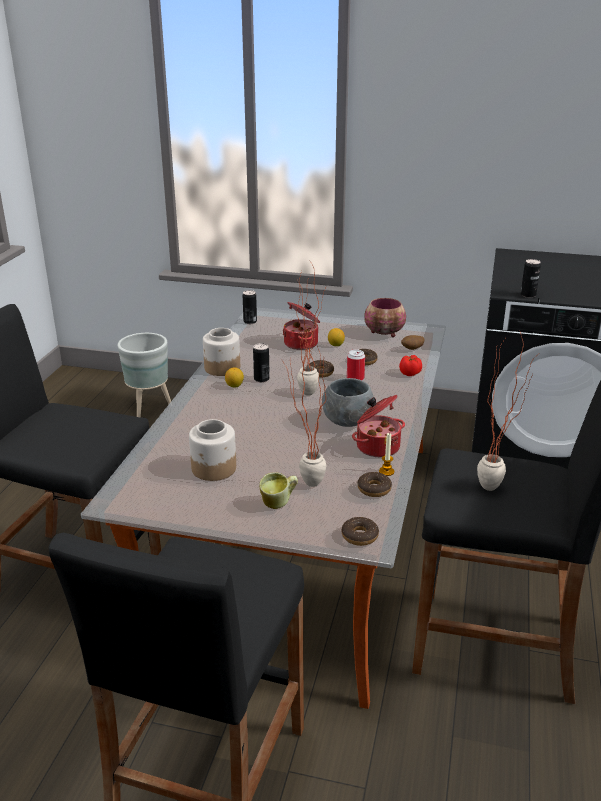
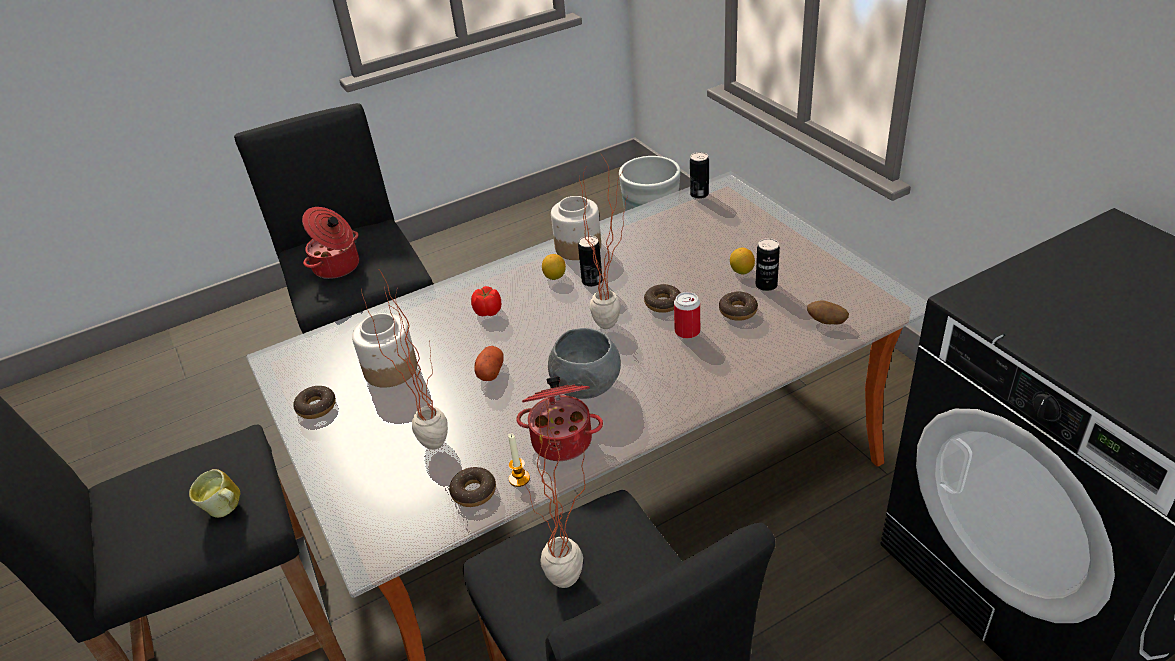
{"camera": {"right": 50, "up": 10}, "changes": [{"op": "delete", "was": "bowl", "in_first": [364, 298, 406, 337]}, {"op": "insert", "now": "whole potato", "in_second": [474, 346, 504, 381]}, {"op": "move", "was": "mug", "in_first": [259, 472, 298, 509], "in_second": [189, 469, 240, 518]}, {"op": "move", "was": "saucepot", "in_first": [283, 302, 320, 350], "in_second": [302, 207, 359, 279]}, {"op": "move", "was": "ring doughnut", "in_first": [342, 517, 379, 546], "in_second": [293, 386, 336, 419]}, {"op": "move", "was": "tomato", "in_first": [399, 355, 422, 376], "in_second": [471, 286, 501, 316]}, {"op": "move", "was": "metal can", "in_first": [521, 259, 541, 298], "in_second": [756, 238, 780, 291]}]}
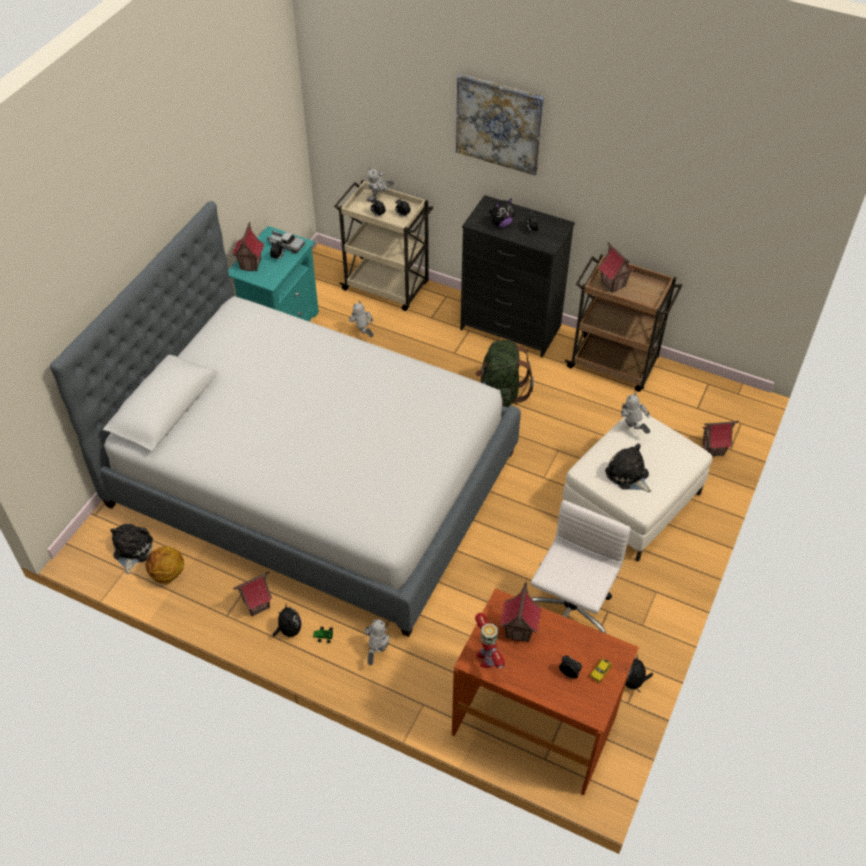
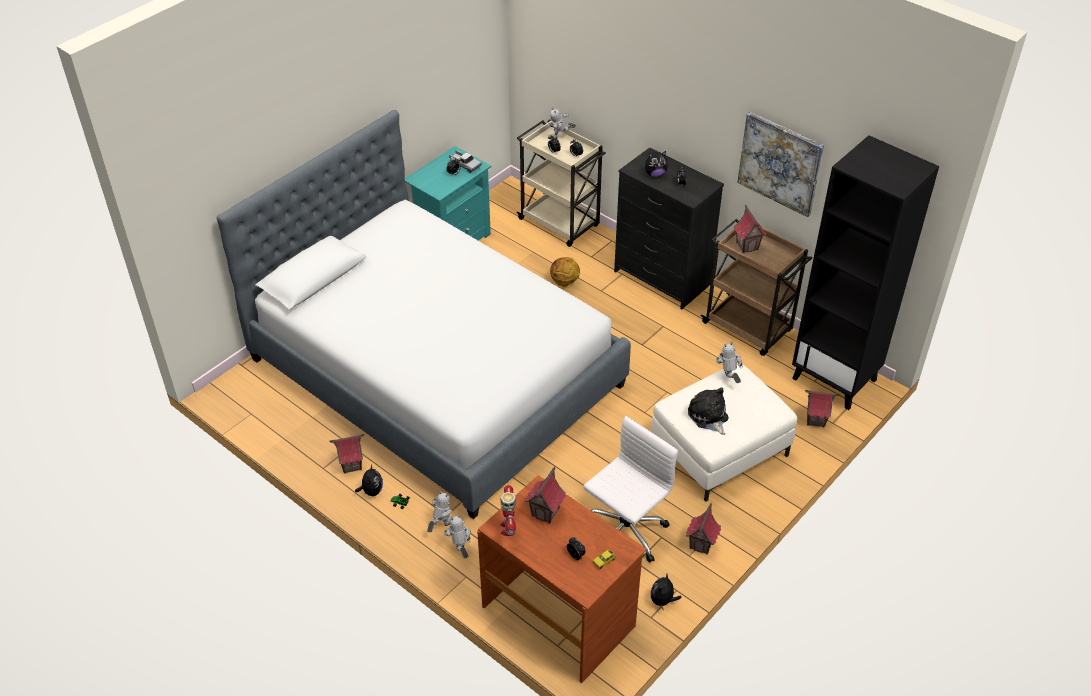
{"camera": {"right": 15, "up": -5}, "changes": [{"op": "delete", "was": "cuddly toy", "in_first": [110, 523, 153, 574]}, {"op": "delete", "was": "green-coloured backpack", "in_first": [476, 340, 534, 407]}, {"op": "insert", "now": "blackish bookcase", "in_second": [792, 135, 939, 410]}, {"op": "move", "was": "basketball ball", "in_first": [146, 546, 184, 584], "in_second": [550, 257, 580, 287]}, {"op": "move", "was": "model house", "in_first": [232, 222, 264, 272], "in_second": [686, 503, 721, 554]}, {"op": "move", "was": "robot figure", "in_first": [349, 301, 374, 337], "in_second": [444, 515, 471, 558]}, {"op": "move", "was": "wall picture", "in_first": [456, 74, 544, 176], "in_second": [737, 112, 824, 217]}]}
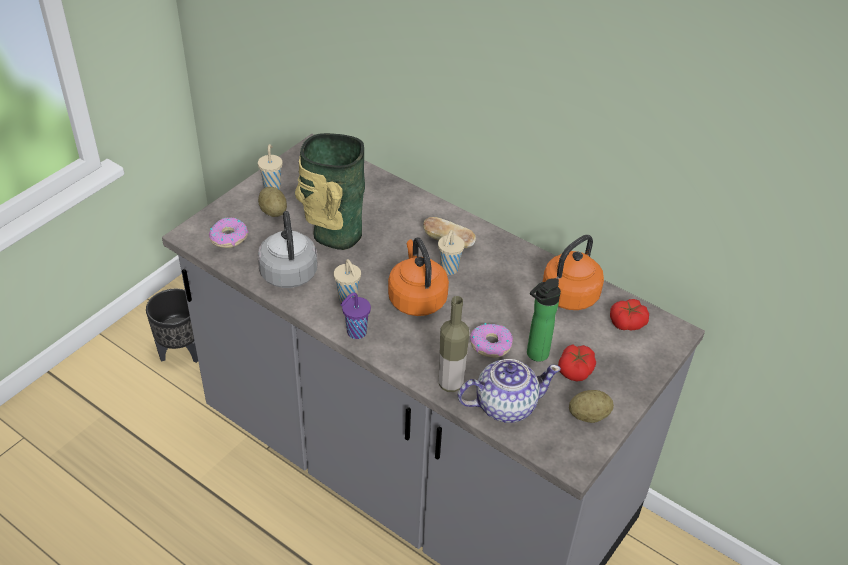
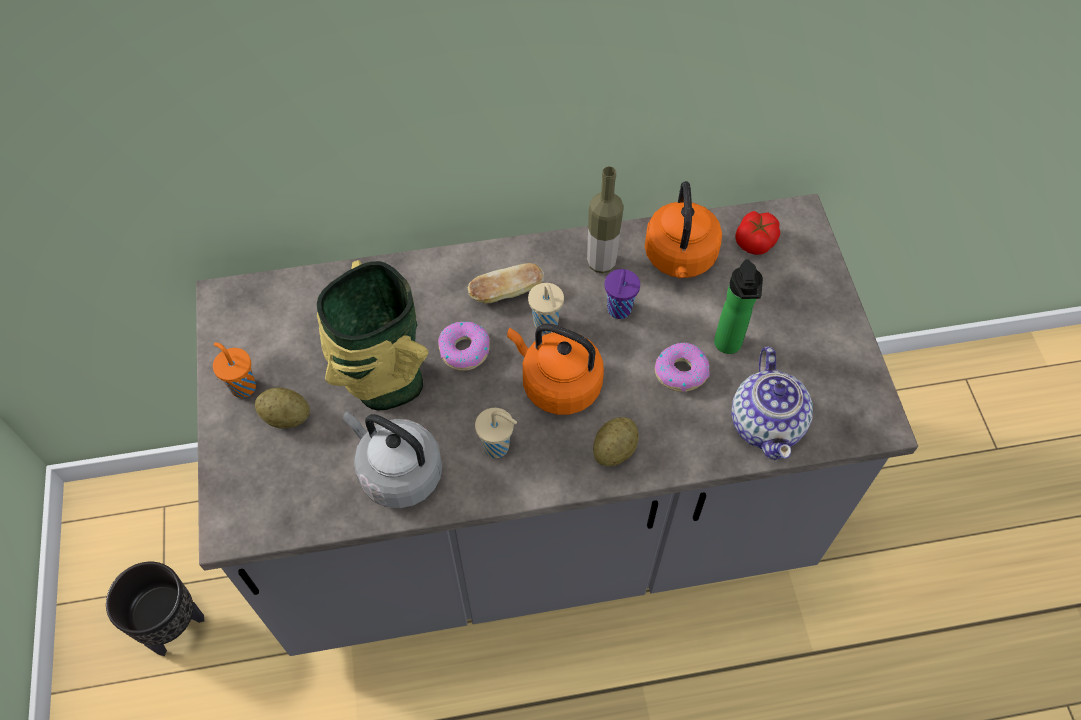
{"camera": {"right": -45, "up": 15}, "changes": [{"op": "delete", "was": "tomato", "in_first": [558, 344, 596, 381]}, {"op": "move", "was": "ring doughnut", "in_first": [209, 218, 249, 248], "in_second": [438, 321, 490, 371]}, {"op": "move", "was": "purple cup", "in_first": [340, 293, 371, 339], "in_second": [605, 269, 640, 319]}, {"op": "move", "was": "drink bottle", "in_first": [439, 296, 469, 392], "in_second": [587, 166, 624, 273]}, {"op": "move", "was": "whole potato", "in_first": [569, 390, 614, 423], "in_second": [593, 417, 639, 466]}, {"op": "recolor", "was": "beige-coloured cup", "now": "orangey cup", "in_first": [258, 144, 282, 189], "in_second": [213, 342, 256, 398]}, {"op": "rotate", "was": "pot for tea", "in_first": [457, 359, 561, 423], "in_second": [731, 347, 813, 460], "clockwise": 150}]}
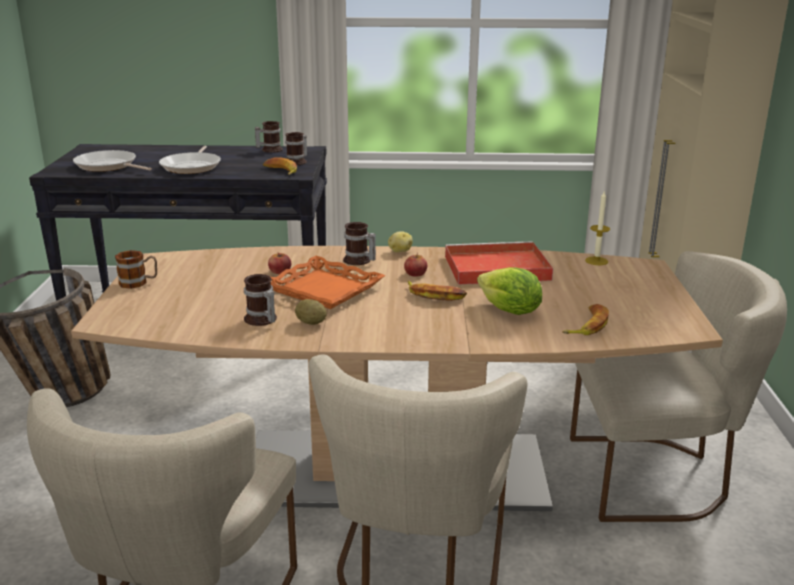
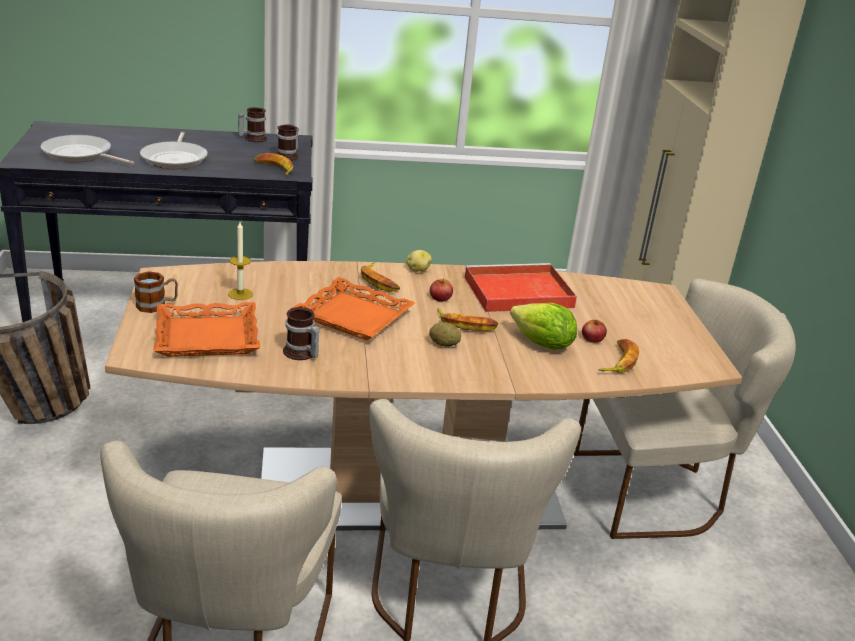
{"camera": {"right": -10, "up": 5}, "changes": [{"op": "insert", "now": "orangey serving tray", "in_second": [153, 302, 260, 357]}, {"op": "move", "was": "apple", "in_first": [268, 252, 291, 274], "in_second": [582, 320, 607, 343]}, {"op": "move", "was": "whole potato", "in_first": [295, 299, 327, 325], "in_second": [429, 322, 461, 347]}, {"op": "move", "was": "wax candle", "in_first": [585, 190, 610, 265], "in_second": [228, 222, 253, 300]}, {"op": "replace", "was": "mug", "now": "whole banana", "in_first": [343, 222, 376, 265], "in_second": [361, 262, 400, 292]}]}
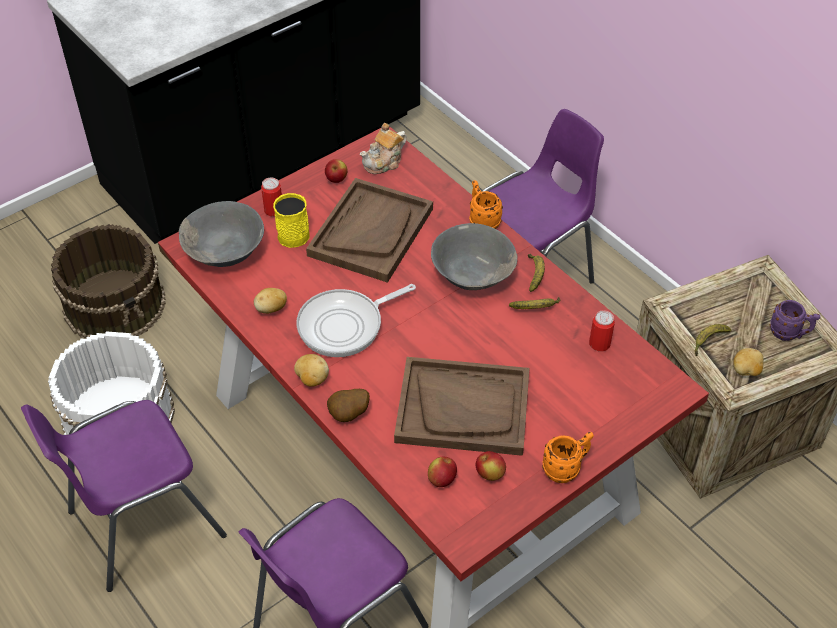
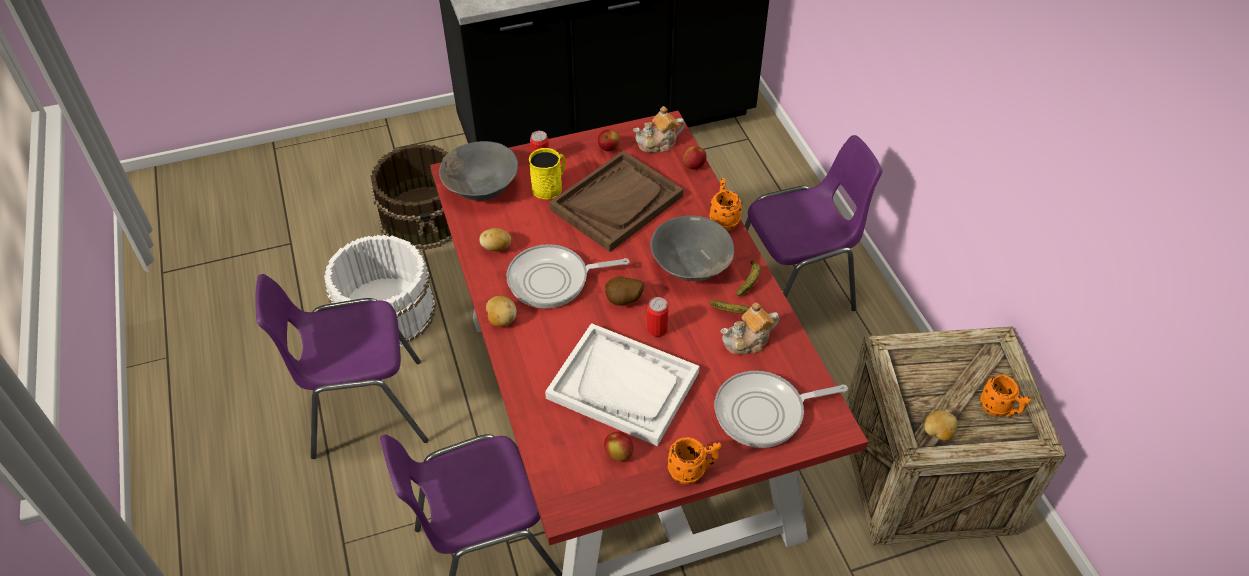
{"camera": {"right": 20, "up": 0}, "changes": [{"op": "delete", "was": "whole banana", "in_first": [695, 324, 732, 356]}, {"op": "insert", "now": "pan", "in_second": [715, 371, 848, 448]}, {"op": "insert", "now": "pot for tea", "in_second": [720, 302, 779, 355]}, {"op": "move", "was": "whole potato", "in_first": [327, 389, 370, 422], "in_second": [605, 276, 644, 306]}, {"op": "move", "was": "apple", "in_first": [428, 457, 457, 487], "in_second": [683, 146, 707, 170]}, {"op": "move", "was": "metal can", "in_first": [589, 310, 615, 351], "in_second": [647, 297, 669, 337]}, {"op": "recolor", "was": "brown-coloured serving tray", "now": "whitish serving tray", "in_first": [394, 357, 529, 456], "in_second": [545, 323, 699, 446]}, {"op": "recolor", "was": "purple mug", "now": "orangey mug", "in_first": [770, 300, 820, 341], "in_second": [980, 375, 1031, 418]}]}
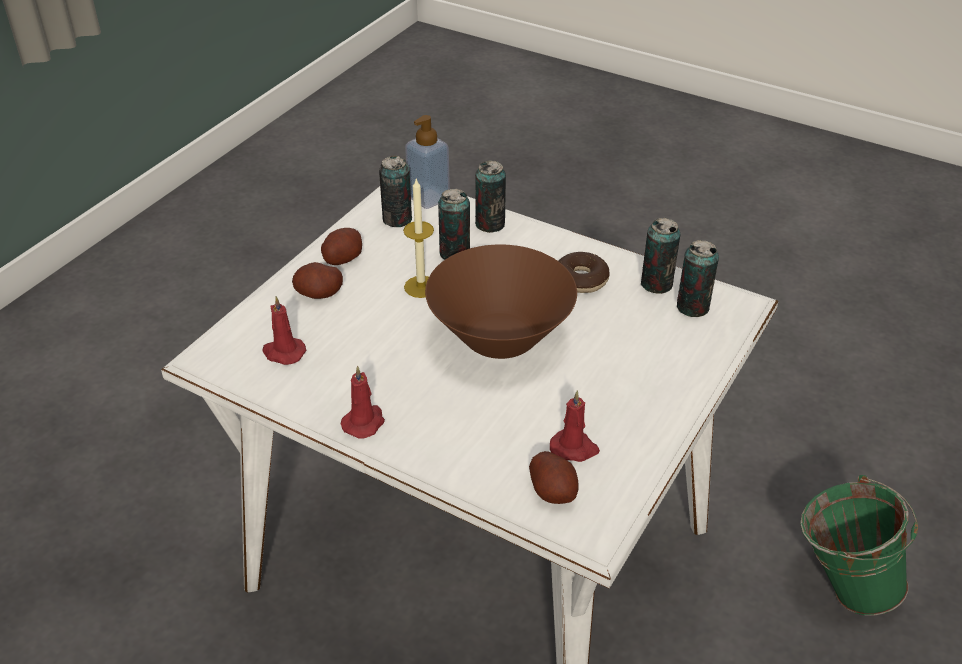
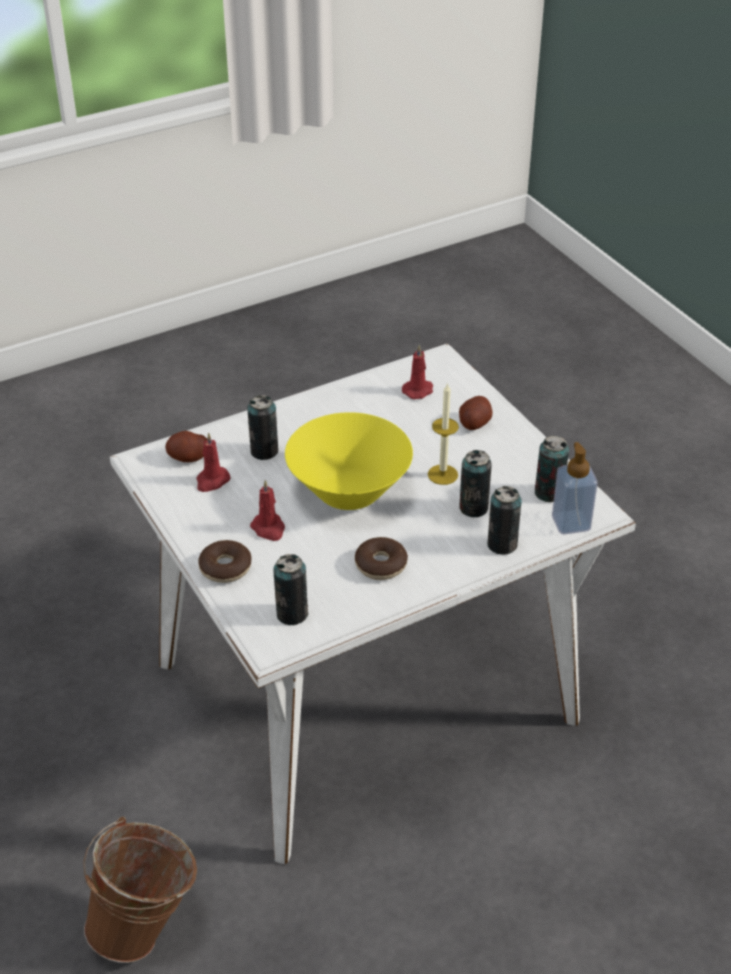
{"camera": {"right": 120, "up": 0}, "changes": [{"op": "delete", "was": "whole potato", "in_first": [321, 228, 362, 265]}, {"op": "insert", "now": "ring doughnut", "in_second": [198, 540, 252, 583]}, {"op": "move", "was": "red wax candle", "in_first": [341, 366, 385, 439], "in_second": [250, 480, 285, 541]}, {"op": "move", "was": "metal can", "in_first": [641, 218, 680, 294], "in_second": [247, 395, 278, 460]}, {"op": "recolor", "was": "brown-coloured bowl", "now": "yellow-coloured bowl", "in_first": [425, 244, 577, 359], "in_second": [285, 412, 413, 510]}, {"op": "recolor", "was": "green-coloured pail", "now": "brown-coloured pail", "in_first": [800, 475, 918, 616], "in_second": [83, 817, 197, 963]}]}
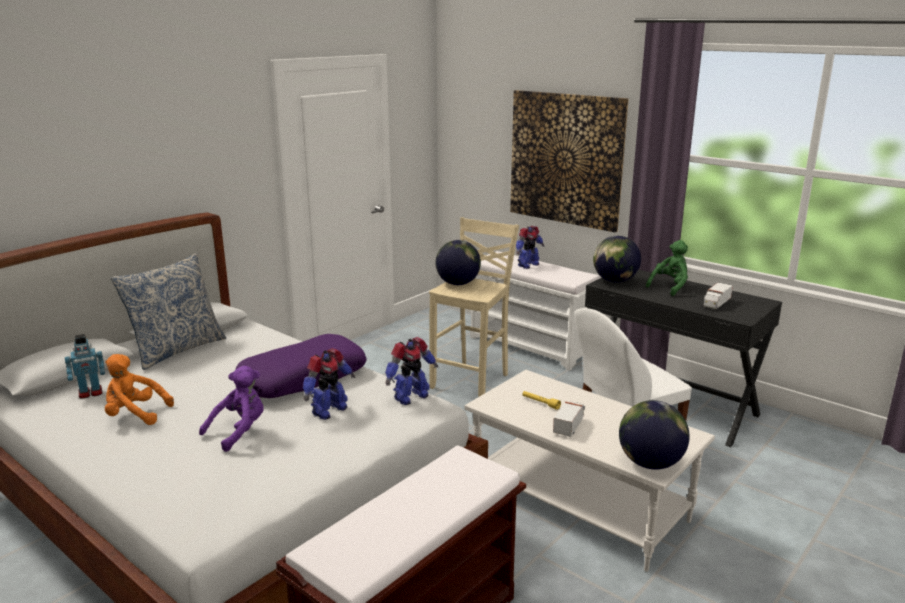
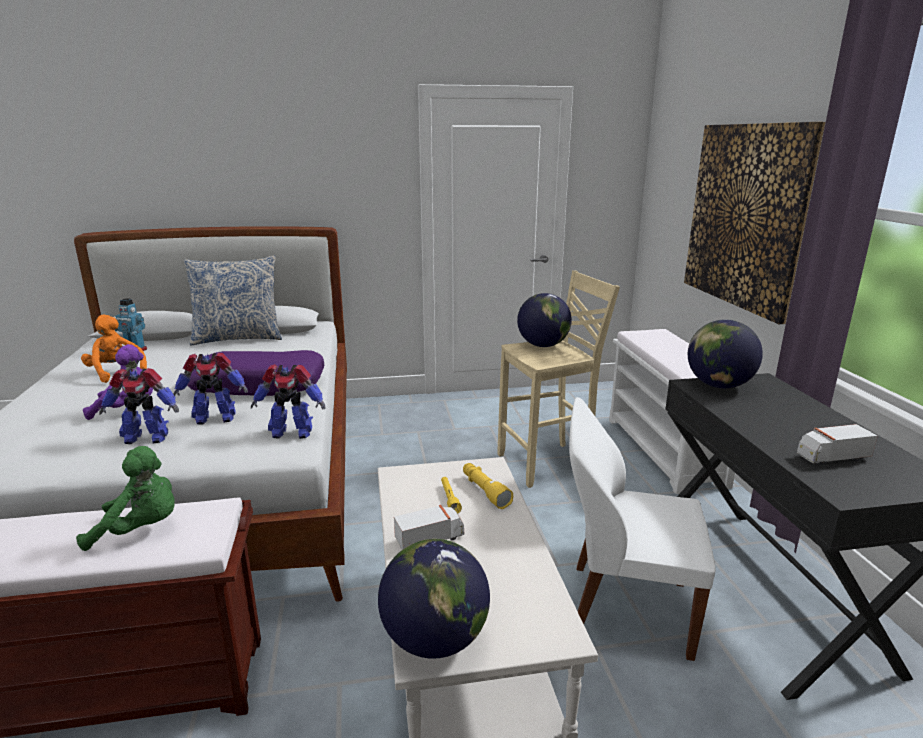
{"camera": {"right": 40, "up": 0}, "changes": [{"op": "insert", "now": "yellow-coloured torch", "in_second": [463, 463, 513, 509]}, {"op": "move", "was": "robot figure", "in_first": [516, 226, 544, 269], "in_second": [99, 368, 179, 444]}, {"op": "move", "was": "green-coloured cuddly toy", "in_first": [646, 240, 688, 296], "in_second": [76, 446, 175, 551]}]}
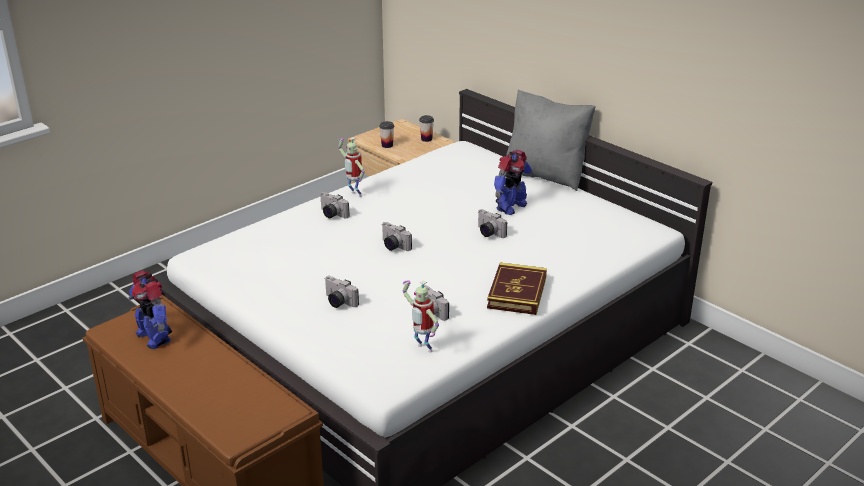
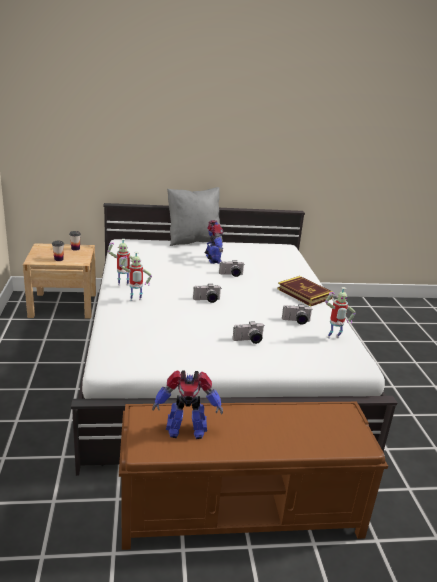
{"camera": {"right": -55, "up": -5}, "changes": [{"op": "replace", "was": "photo camera", "now": "robot figure", "in_first": [320, 192, 350, 218], "in_second": [120, 252, 152, 301]}]}
